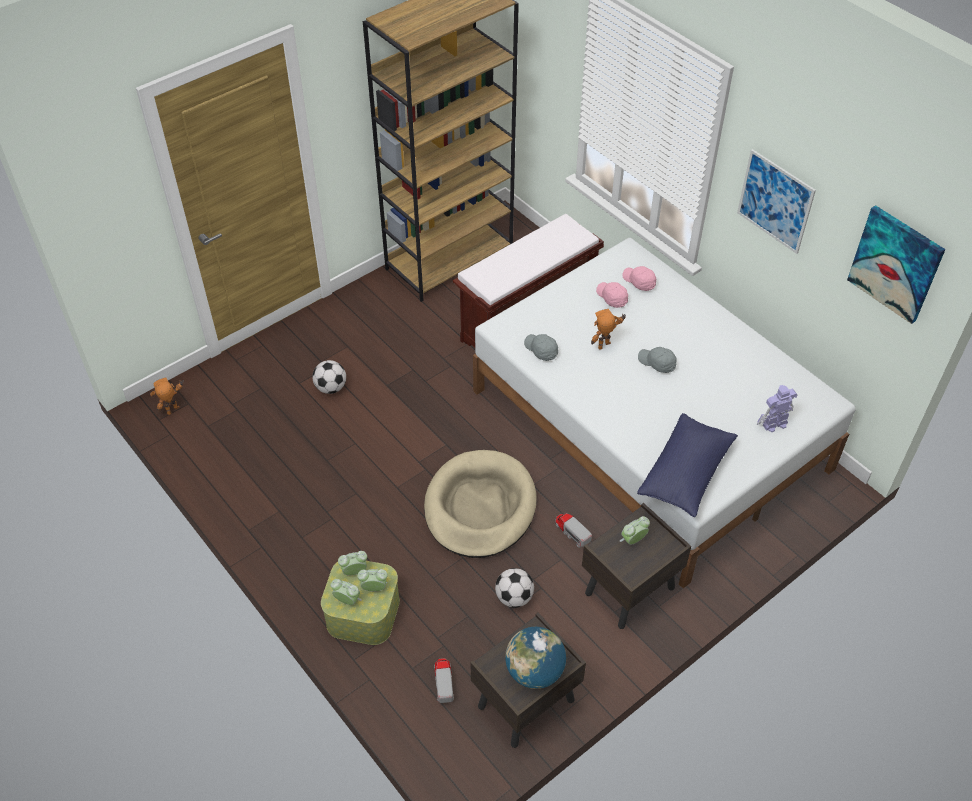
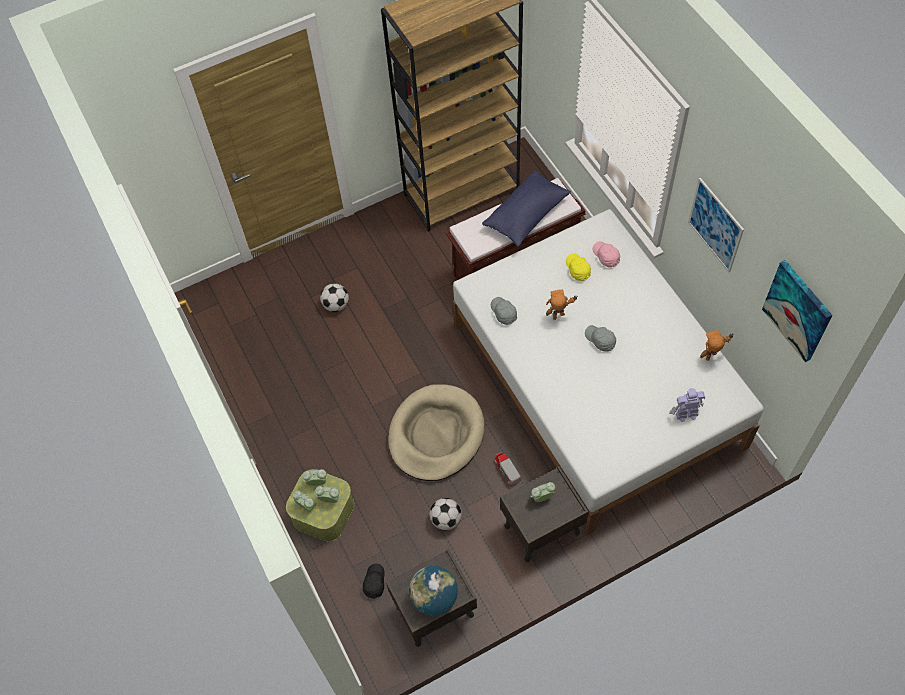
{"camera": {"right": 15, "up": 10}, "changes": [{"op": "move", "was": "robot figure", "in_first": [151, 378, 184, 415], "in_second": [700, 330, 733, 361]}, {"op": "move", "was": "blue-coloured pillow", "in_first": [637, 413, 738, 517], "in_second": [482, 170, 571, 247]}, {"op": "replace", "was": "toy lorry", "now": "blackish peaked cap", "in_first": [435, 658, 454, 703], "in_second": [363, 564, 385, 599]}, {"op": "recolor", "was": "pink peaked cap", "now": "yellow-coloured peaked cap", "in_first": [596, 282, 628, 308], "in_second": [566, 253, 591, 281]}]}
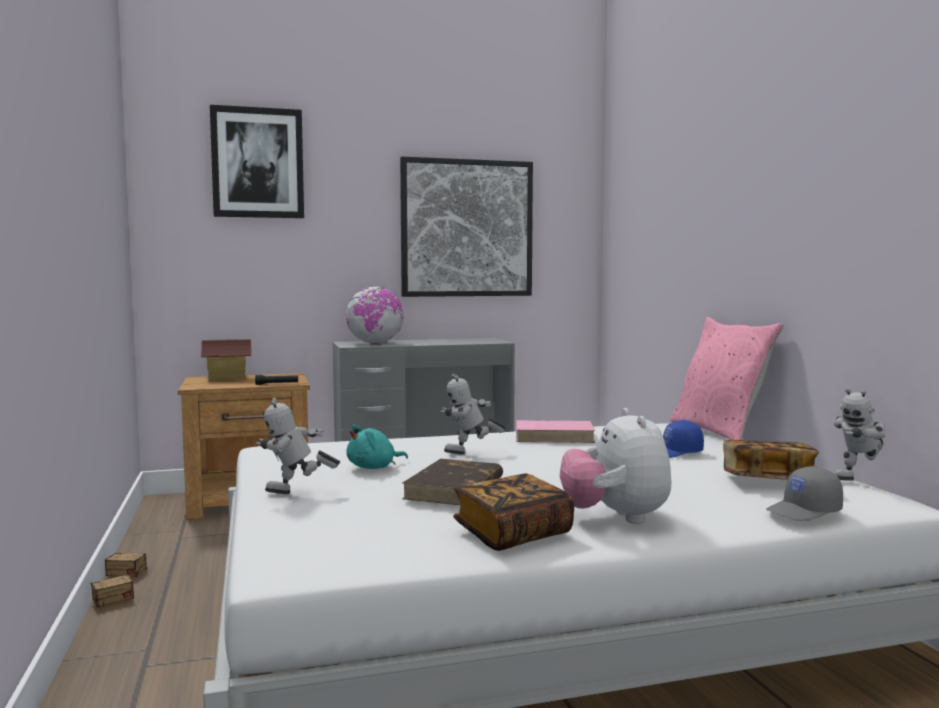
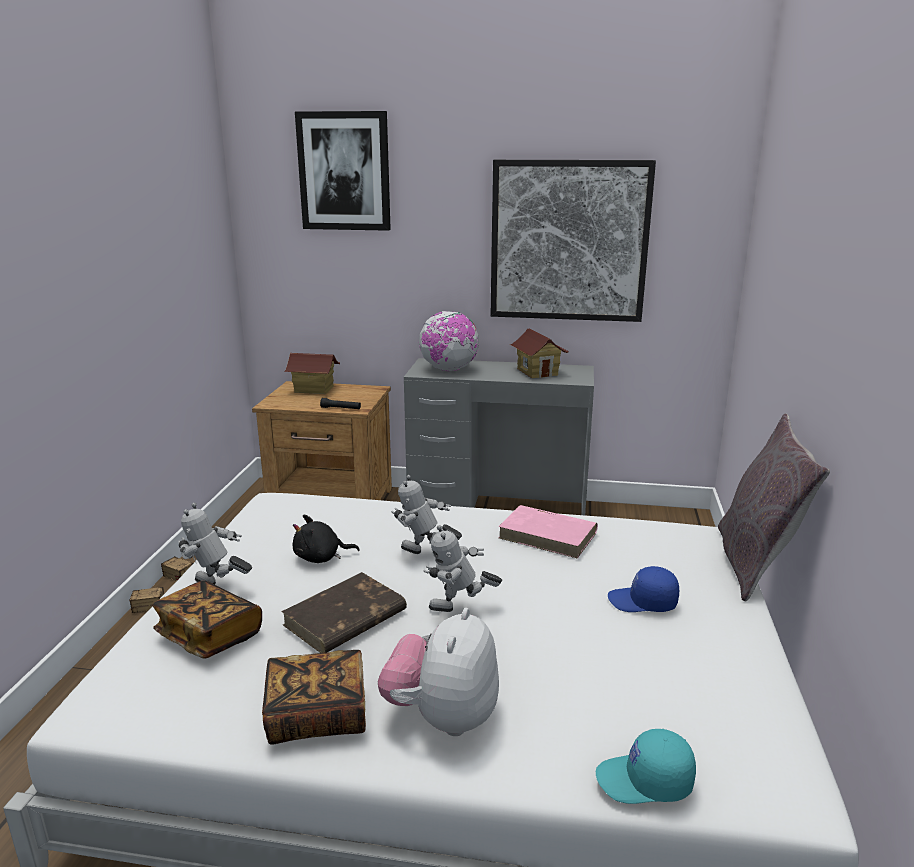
{"camera": {"right": 25, "up": 15}, "changes": [{"op": "insert", "now": "model house", "in_second": [510, 328, 569, 378]}, {"op": "move", "was": "volume", "in_first": [723, 440, 819, 480], "in_second": [152, 581, 262, 659]}, {"op": "move", "was": "robot figure", "in_first": [834, 388, 885, 481], "in_second": [423, 525, 502, 612]}, {"op": "recolor", "was": "turquoise-coloured cuddly toy", "now": "blackish cuddly toy", "in_first": [347, 425, 408, 469], "in_second": [292, 515, 359, 563]}, {"op": "recolor", "was": "pink pillow", "now": "greyish pillow", "in_first": [670, 317, 783, 440], "in_second": [718, 413, 830, 601]}, {"op": "recolor", "was": "greyish peaked cap", "now": "turquoise-coloured peaked cap", "in_first": [766, 467, 843, 521], "in_second": [596, 729, 696, 804]}]}
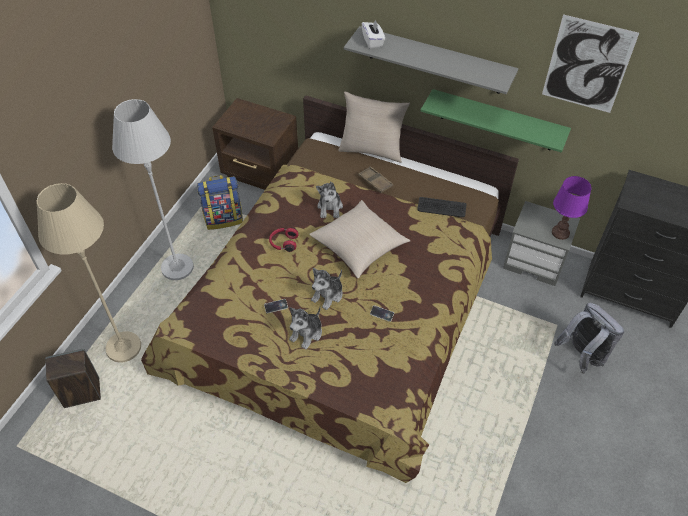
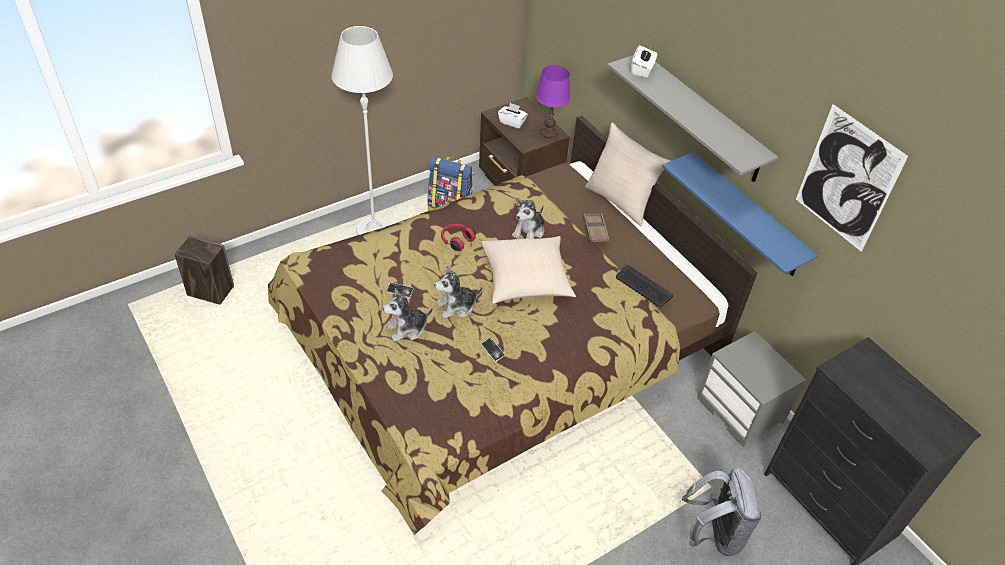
{"camera": {"right": 30, "up": -5}, "changes": [{"op": "delete", "was": "beige-coloured standing lamp", "in_first": [37, 183, 141, 363]}, {"op": "insert", "now": "whitish tissue holder", "in_second": [498, 103, 528, 128]}, {"op": "move", "was": "purple lamp for a table", "in_first": [552, 176, 591, 240], "in_second": [536, 65, 570, 138]}, {"op": "recolor", "was": "green-coloured wall shelf", "now": "blue-coloured wall shelf", "in_first": [421, 89, 571, 153], "in_second": [662, 152, 818, 276]}]}
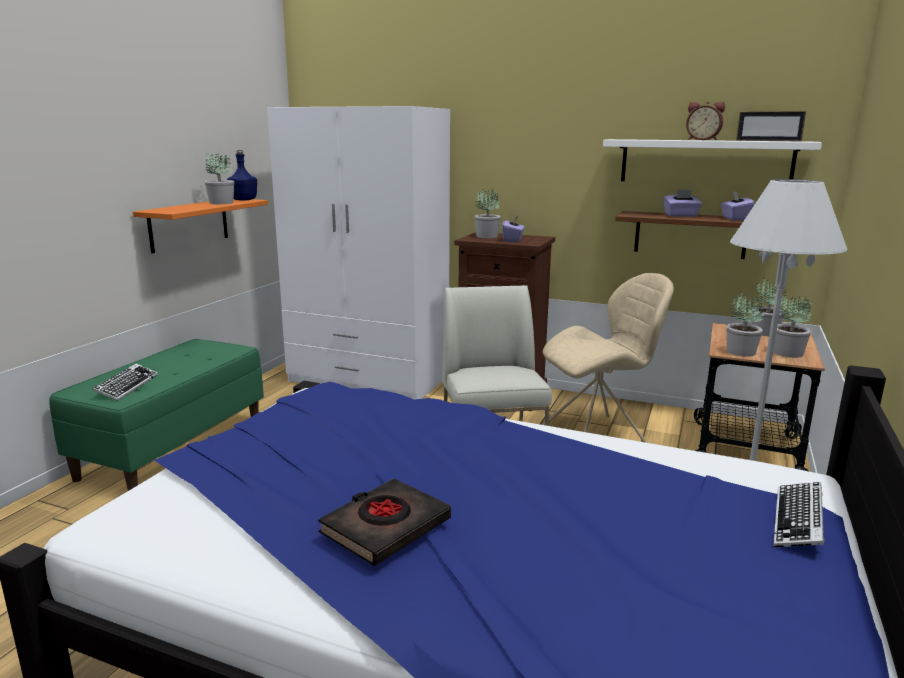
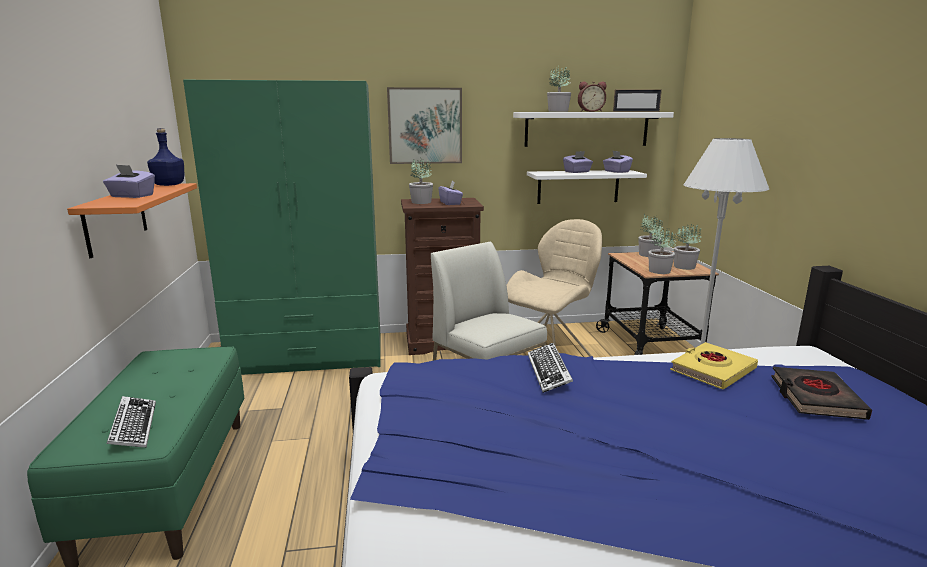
{"camera": {"right": -30, "up": 0}, "changes": [{"op": "insert", "now": "purple tissue holder", "in_second": [103, 165, 155, 198]}, {"op": "insert", "now": "wall picture", "in_second": [387, 87, 462, 164]}, {"op": "insert", "now": "yellow-coloured volume", "in_second": [670, 342, 758, 389]}, {"op": "move", "was": "houseplant", "in_first": [205, 153, 234, 204], "in_second": [547, 65, 571, 112]}, {"op": "move", "was": "blackish volume", "in_first": [318, 478, 451, 566], "in_second": [771, 367, 872, 420]}, {"op": "move", "was": "computer keyboard", "in_first": [773, 482, 825, 547], "in_second": [528, 343, 573, 393]}, {"op": "recolor", "was": "whitish wardrobe", "now": "green-coloured wardrobe", "in_first": [267, 106, 450, 400], "in_second": [183, 80, 381, 375]}, {"op": "recolor", "was": "brown-coloured wall shelf", "now": "whitish wall shelf", "in_first": [615, 211, 746, 259], "in_second": [527, 170, 647, 204]}]}
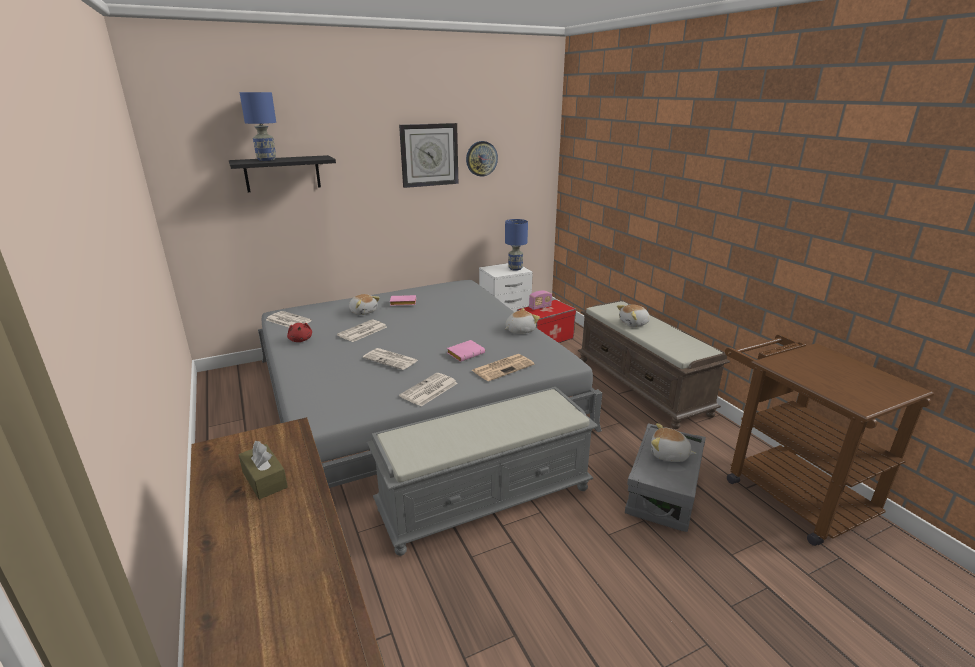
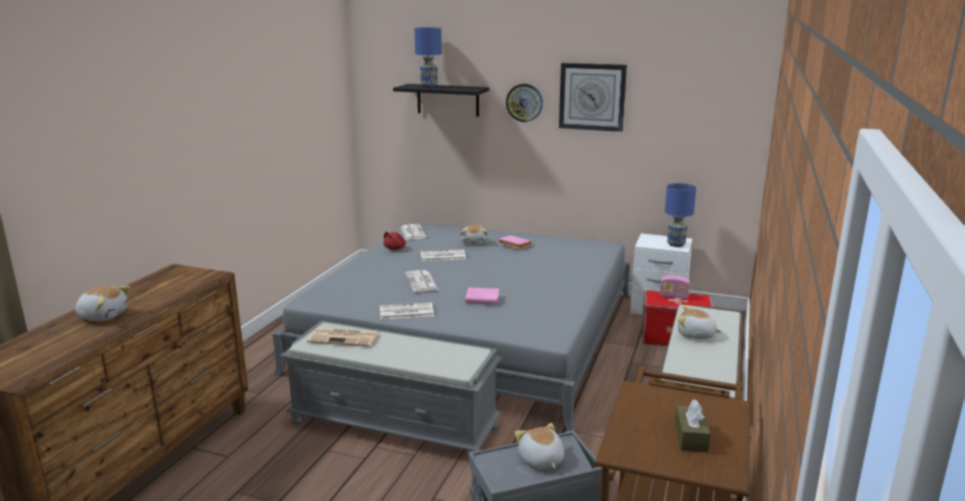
{"camera": {"right": 45, "up": -5}, "changes": [{"op": "move", "was": "brown-coloured tissue holder", "in_first": [238, 441, 288, 500], "in_second": [674, 399, 711, 452]}, {"op": "move", "was": "hanging clock", "in_first": [466, 141, 498, 177], "in_second": [506, 84, 543, 122]}, {"op": "move", "was": "printed paper", "in_first": [471, 354, 535, 382], "in_second": [307, 328, 379, 347]}, {"op": "move", "was": "cuddly toy", "in_first": [505, 308, 540, 334], "in_second": [75, 286, 131, 321]}]}
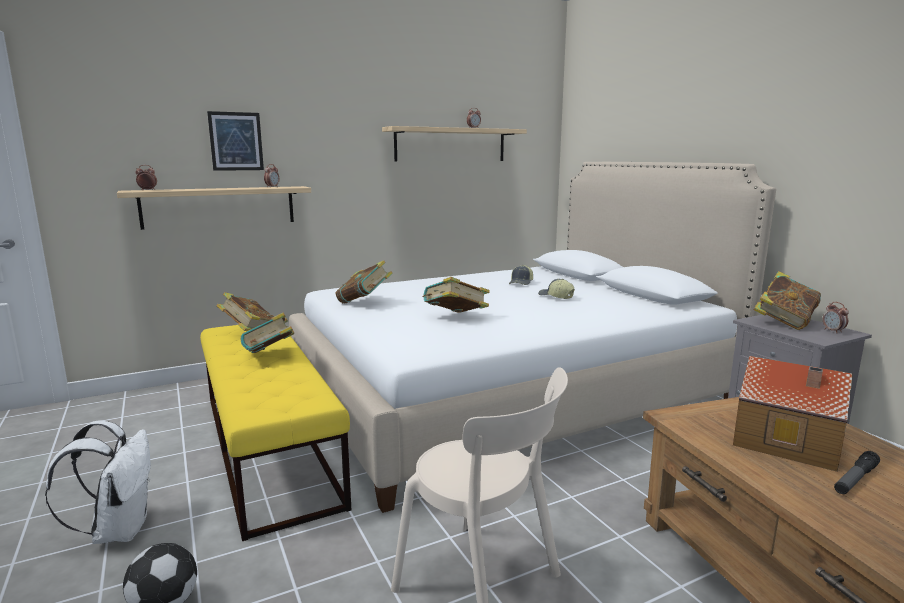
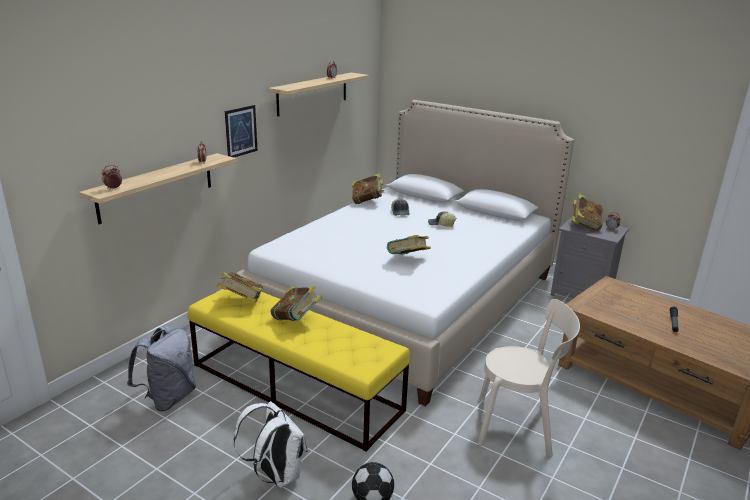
{"camera": {"right": -30, "up": 10}, "changes": [{"op": "delete", "was": "model house", "in_first": [733, 356, 853, 472]}, {"op": "insert", "now": "greyish backpack", "in_second": [127, 326, 196, 411]}, {"op": "move", "was": "wall picture", "in_first": [207, 111, 264, 171], "in_second": [225, 105, 258, 157]}, {"op": "move", "was": "volume", "in_first": [335, 260, 392, 303], "in_second": [352, 173, 384, 204]}]}
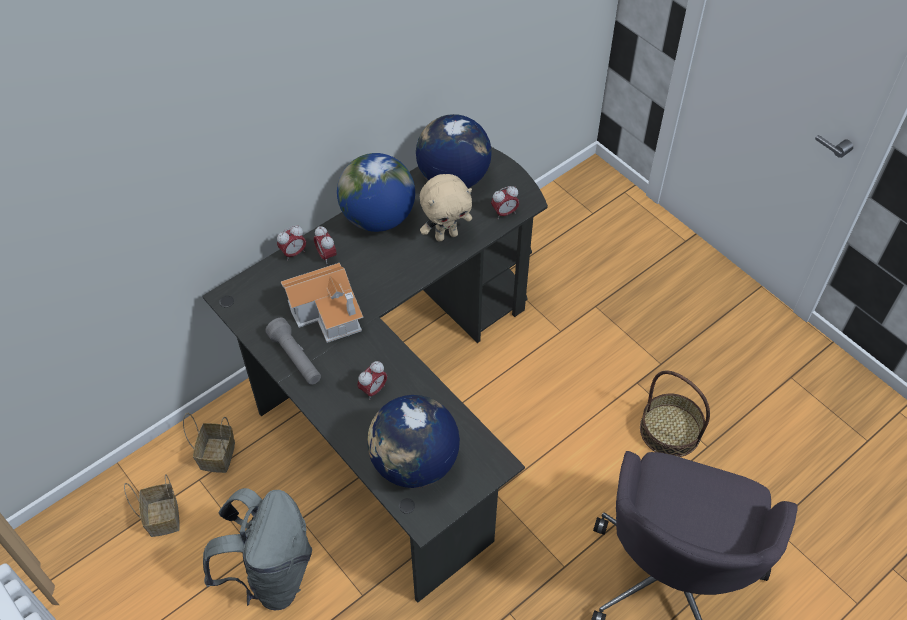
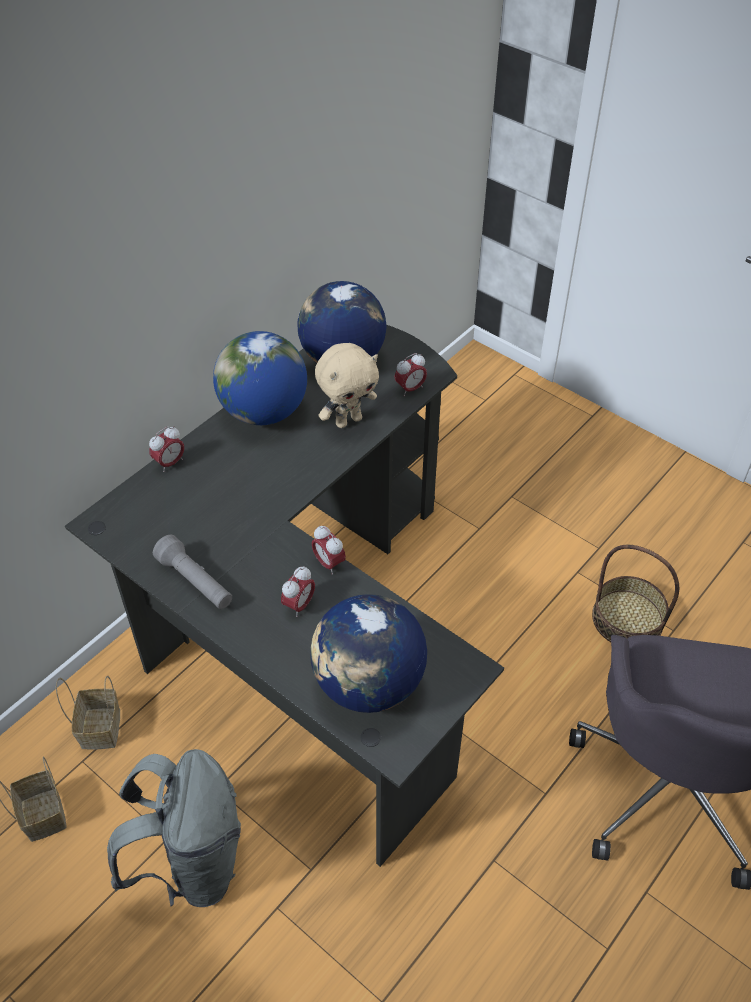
{"camera": {"right": -10, "up": -5}, "changes": [{"op": "delete", "was": "model house", "in_first": [281, 263, 364, 343]}, {"op": "move", "was": "bedside clock", "in_first": [314, 226, 337, 264], "in_second": [312, 525, 346, 575]}]}
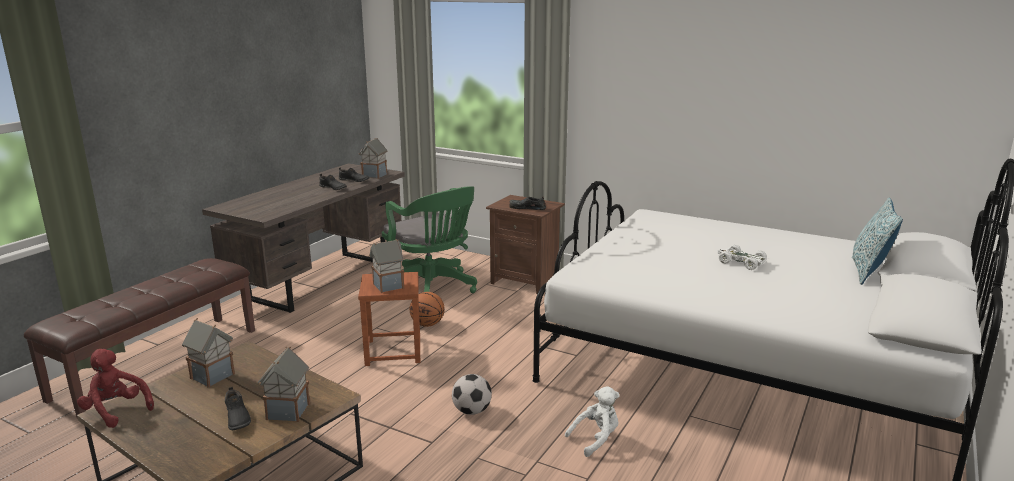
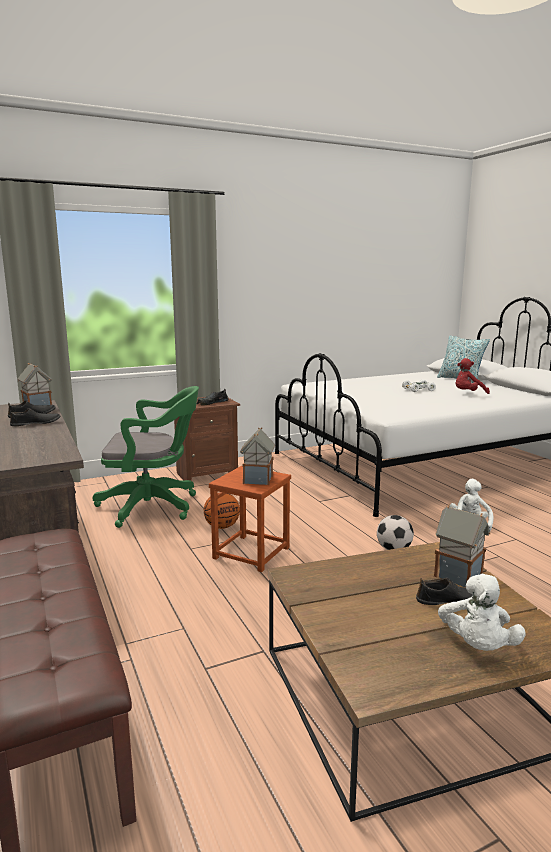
{"camera": {"right": -55, "up": -5}, "changes": [{"op": "delete", "was": "model house", "in_first": [182, 318, 235, 388]}, {"op": "insert", "now": "whitish cuddly toy", "in_second": [438, 574, 526, 651]}, {"op": "move", "was": "red cuddly toy", "in_first": [77, 349, 154, 428], "in_second": [455, 358, 490, 394]}]}
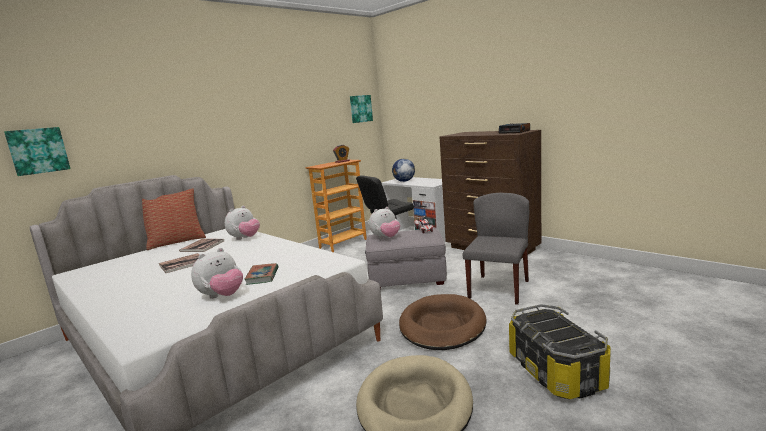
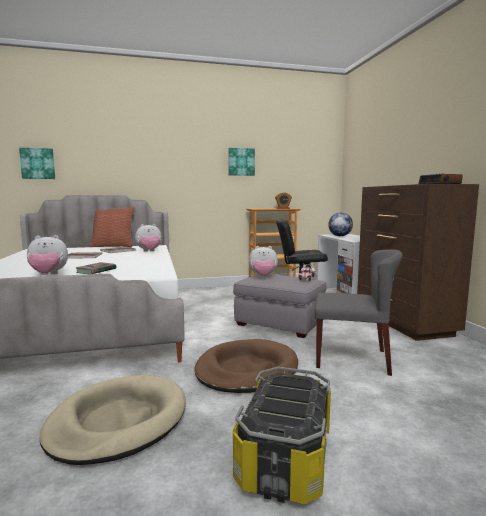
{"camera": {"right": 30, "up": -5}, "changes": [{"op": "move", "was": "wall picture", "in_first": [350, 95, 373, 123], "in_second": [228, 148, 255, 176]}, {"op": "rotate", "was": "greyish upright chair", "in_first": [463, 193, 529, 305], "in_second": [314, 249, 403, 376], "clockwise": 45}]}
